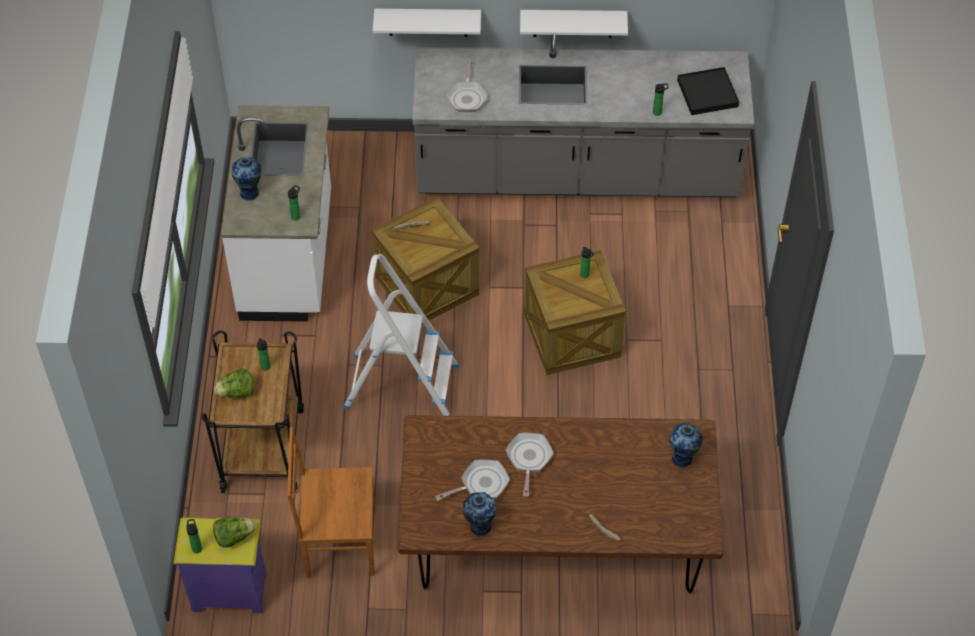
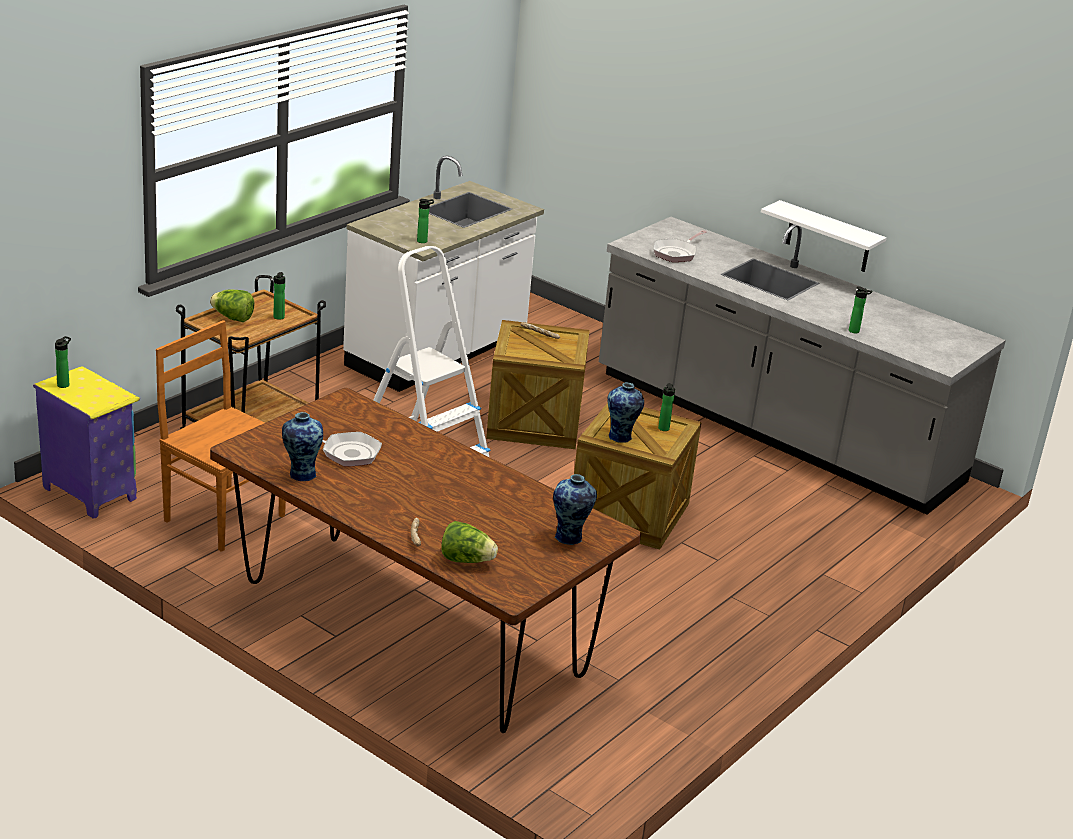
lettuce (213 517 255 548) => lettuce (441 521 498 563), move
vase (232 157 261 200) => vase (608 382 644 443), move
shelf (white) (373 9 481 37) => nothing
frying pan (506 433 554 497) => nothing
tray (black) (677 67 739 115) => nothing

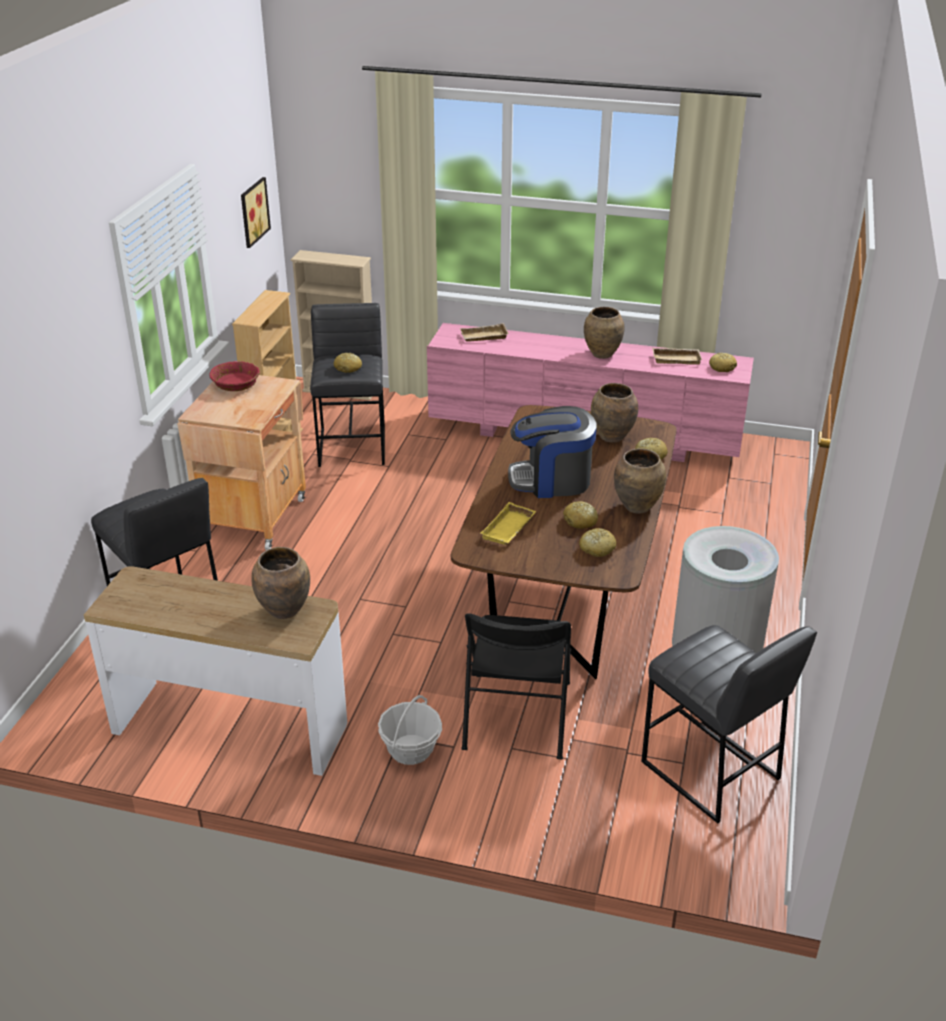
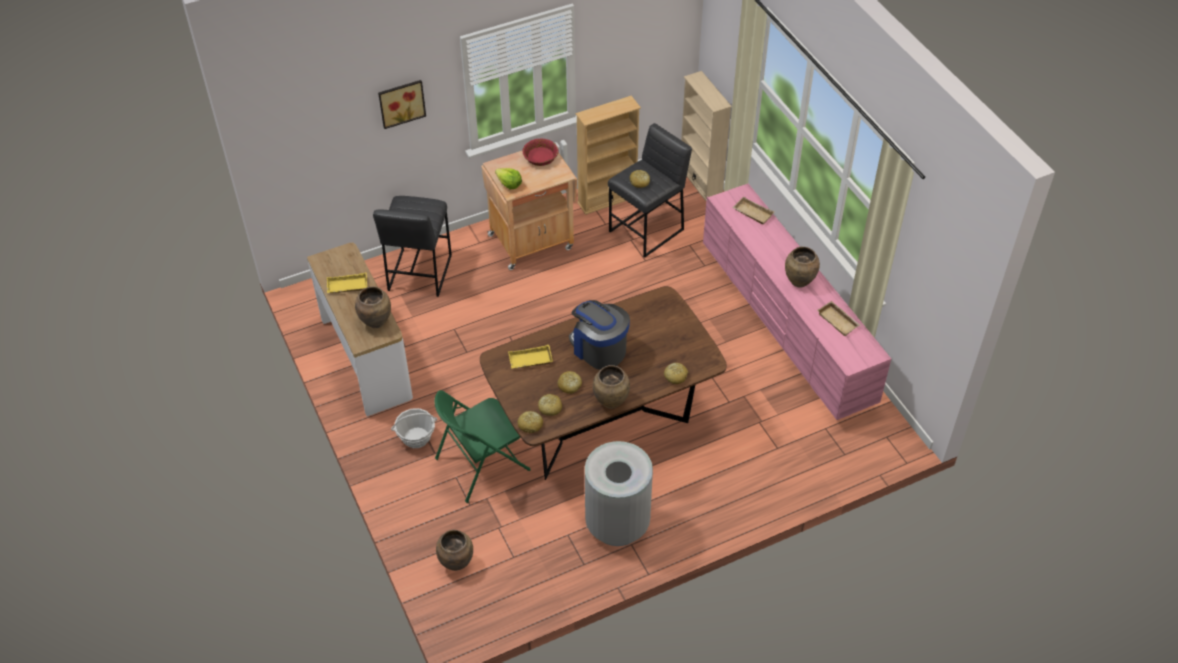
picture (241 177 271 248) => picture (378 80 426 129), move
chair (black) (461 613 571 759) => chair (green) (435 390 531 504)
vase (brown) (591 383 638 442) => vase (brown) (436 530 473 571), move
stool (grey) (641 625 817 823) => nothing
bread (709 353 737 372) => bread (517 411 543 433), move
nothing => tray (yellow) (327 272 367 293)
nothing => lettuce (495 168 522 189)

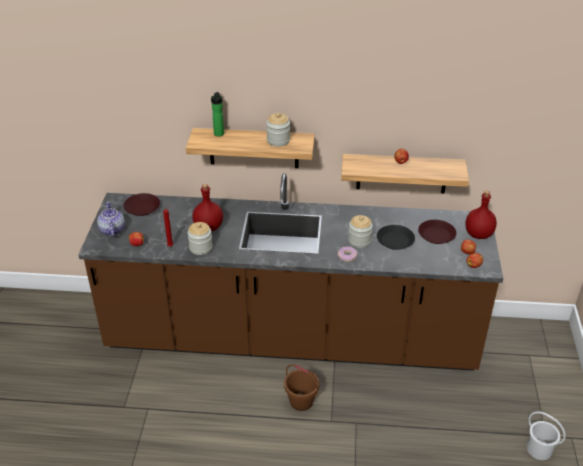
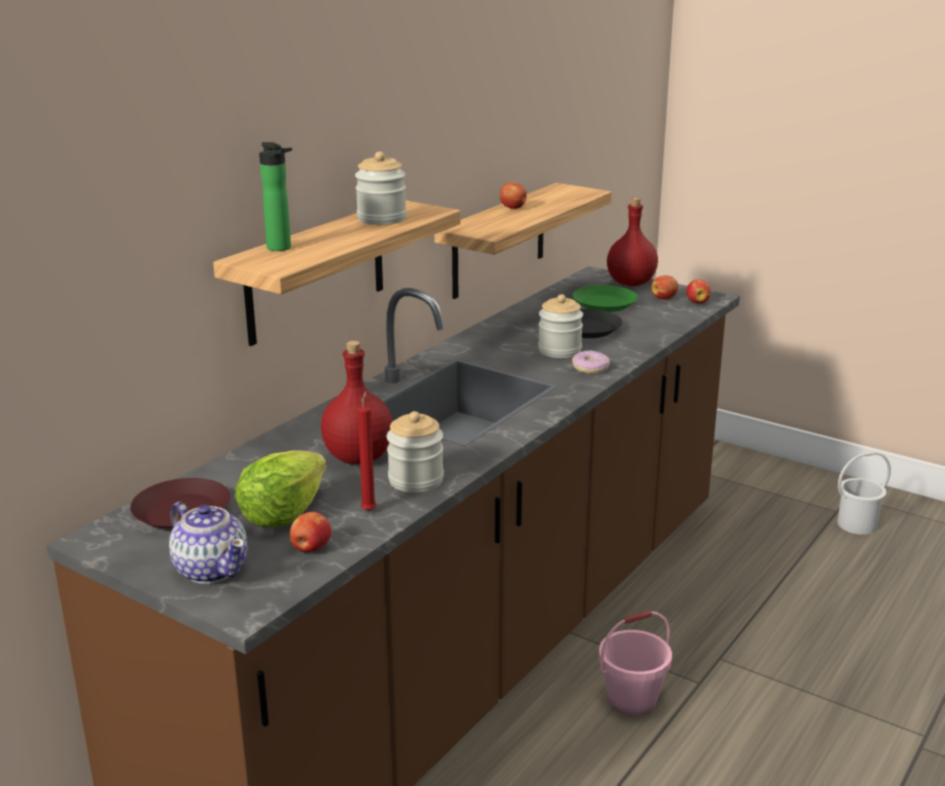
teapot (97 202 125 237) => teapot (169 502 248 584), 150 degrees counterclockwise
bucket (brown) (284 364 319 411) => bucket (pink) (599 611 672 716)
plate (brown) (418 220 457 244) => plate (green) (572 285 638 312)
nothing => lettuce (235 450 327 527)

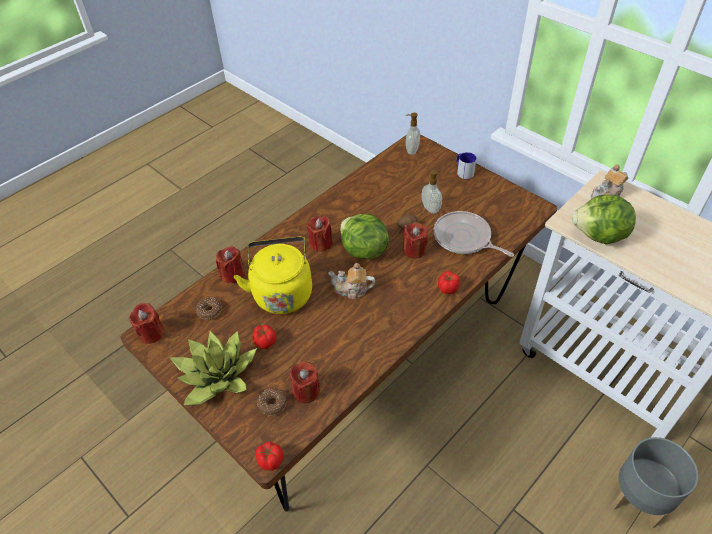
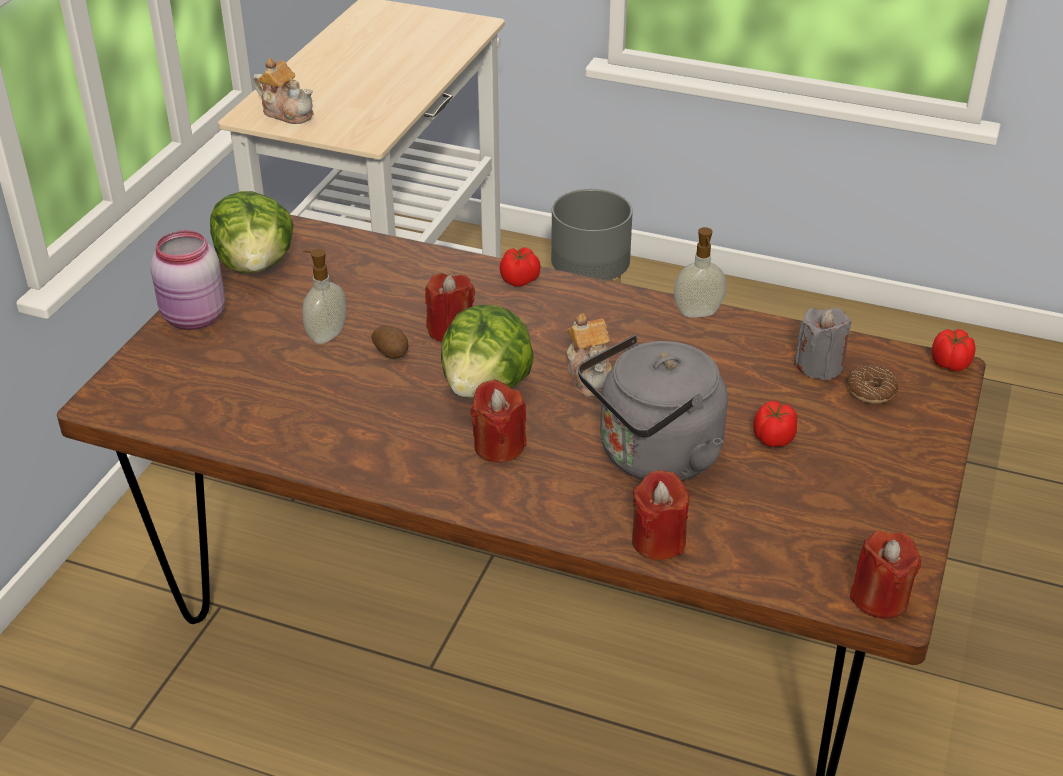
potted plant (169 331 257 406) => nothing
donut (195 298 222 320) => nothing
kettle (yellow) (234 237 312 314) => kettle (grey) (578 335 728 481)
candle (red) (289 361 320 403) => candle (grey) (794 308 851 381)
soap dispenser (406 113 420 155) => soap dispenser (674 227 727 318), move
frying pan (434 211 514 257) => nothing
mug (456 152 476 179) => jar (pink) (150 230 225 330)
lettuce (572 195 636 244) => lettuce (210 191 294 273), move

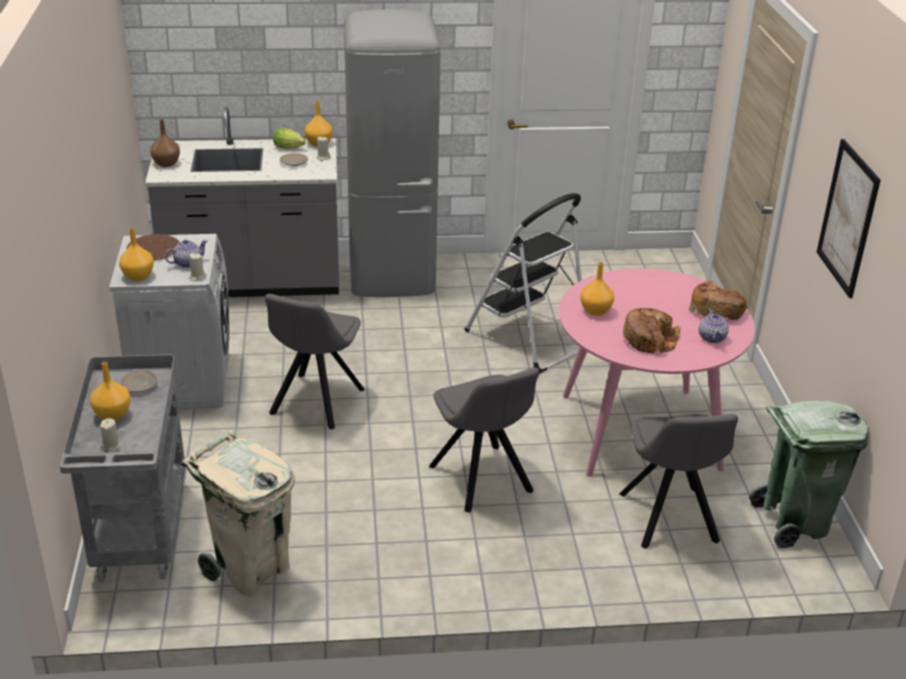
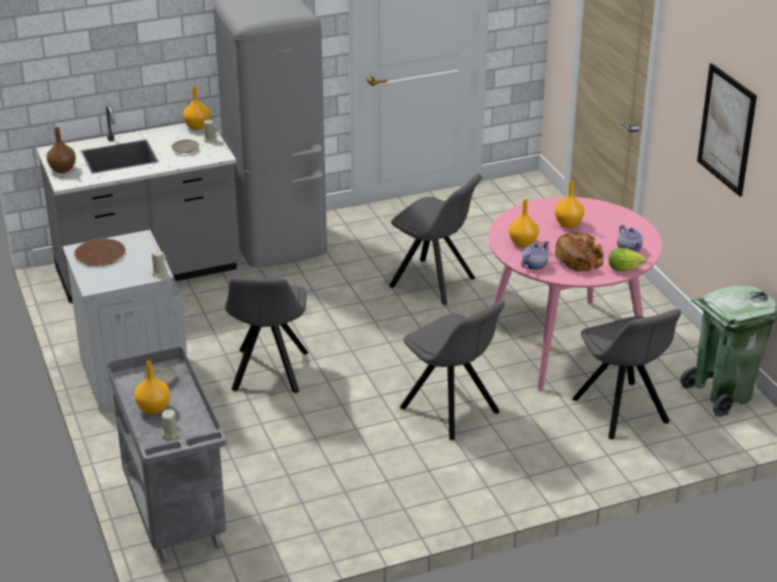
vase (orange) (119 228 154 281) => vase (orange) (555 181 585 228), move
teapot (165 240 207 268) => teapot (521 241 549 270), move
trash can (beige) (181 430 295 597) => nothing
lettuce (273 128 306 149) => lettuce (609 248 646 271), move
step ladder (464 193 582 374) => chair (grey) (389 174 482 305)
bread (689 281 747 322) => nothing

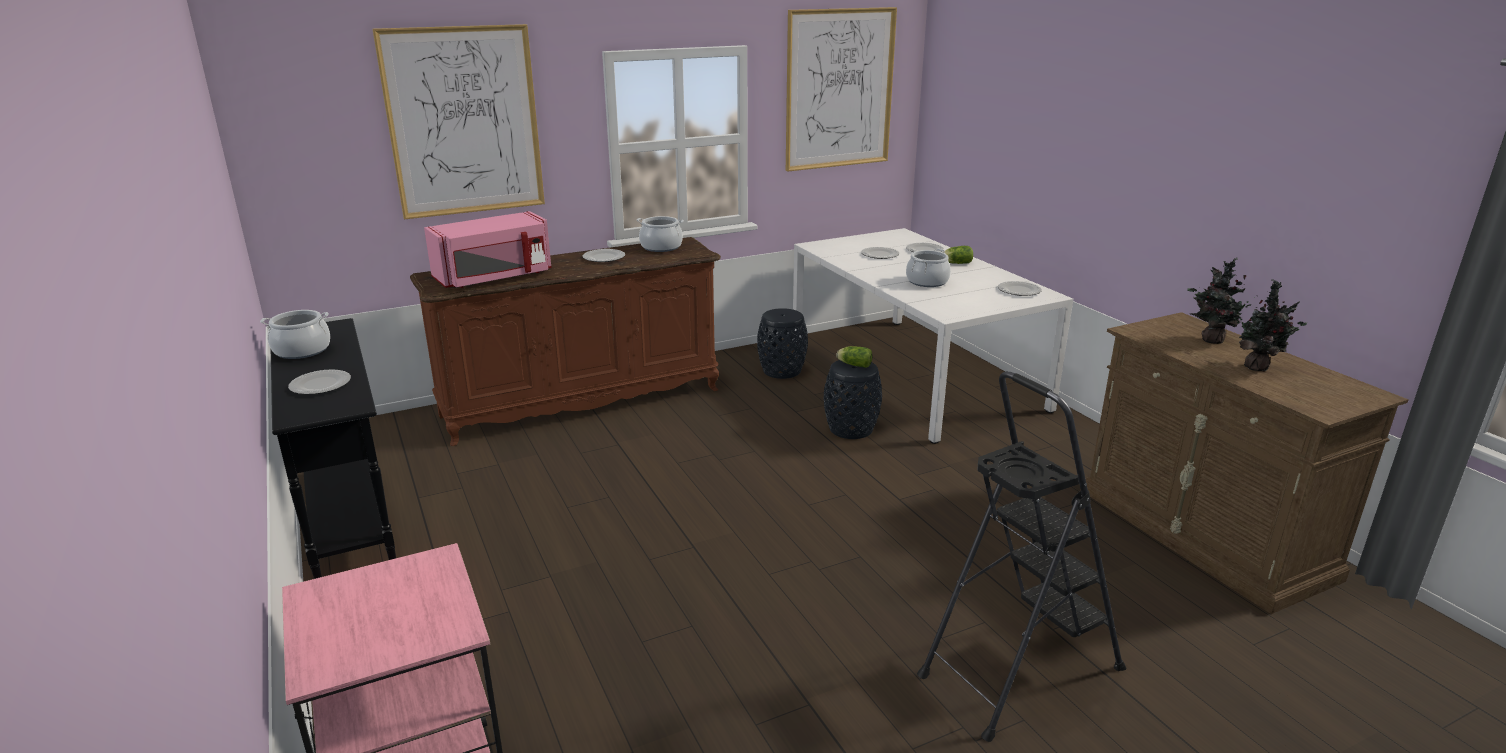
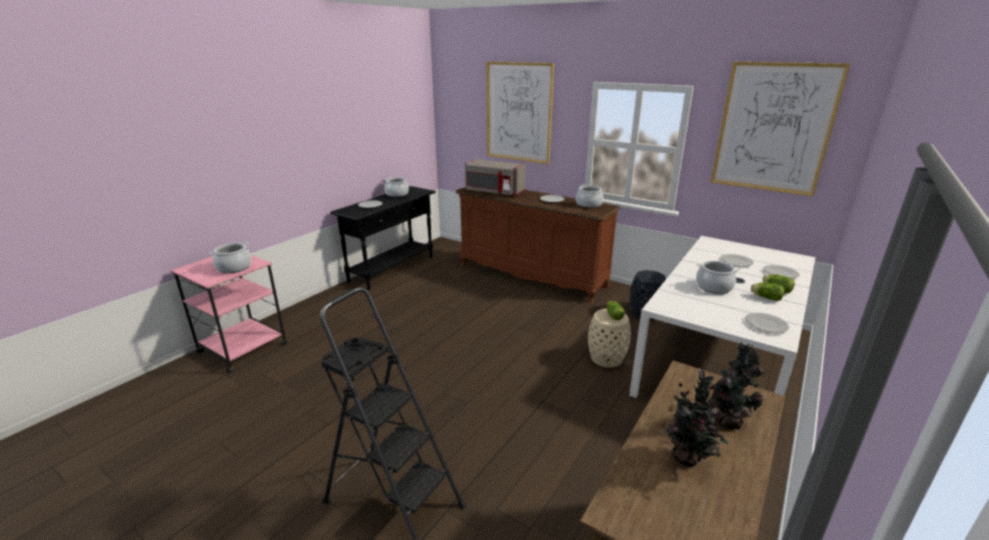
microwave (pink) (424 211 552 288) => microwave (grey) (465 159 526 196)
stool (black) (824 360 882 439) => stool (beige) (588 309 631 368)
nothing => cooking pot (209 242 252 273)
nothing => lettuce (751 282 784 301)

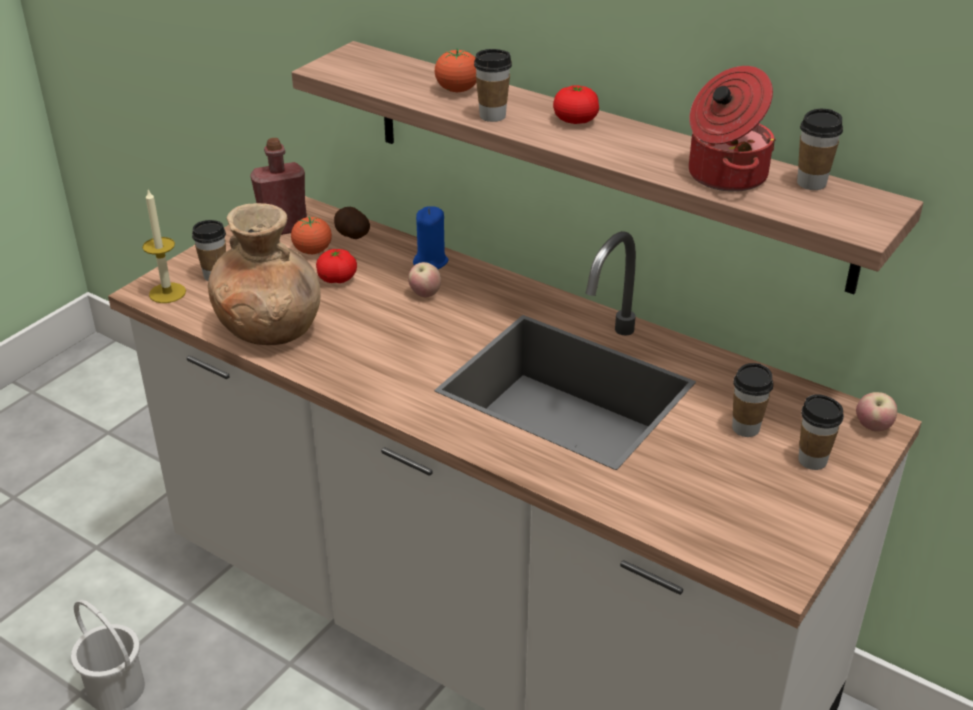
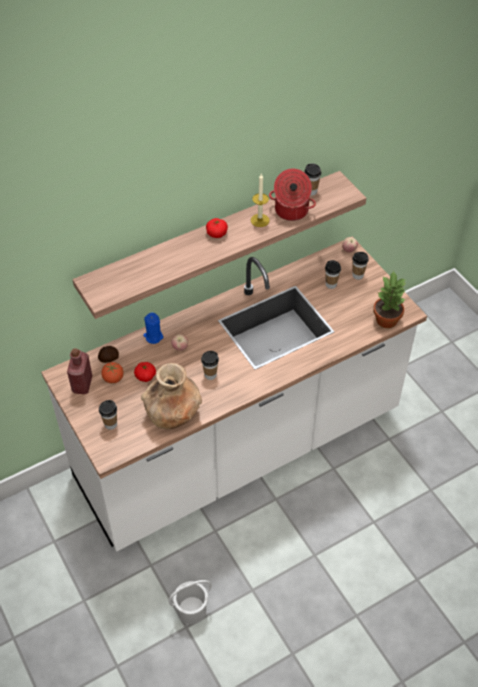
candle (142 188 186 303) => candle (251 174 269 227), move
tomato (435 48 476 92) => nothing
cup (474 49 512 122) => cup (201 351 219 380), move
nothing => potted plant (373 271 407 328)

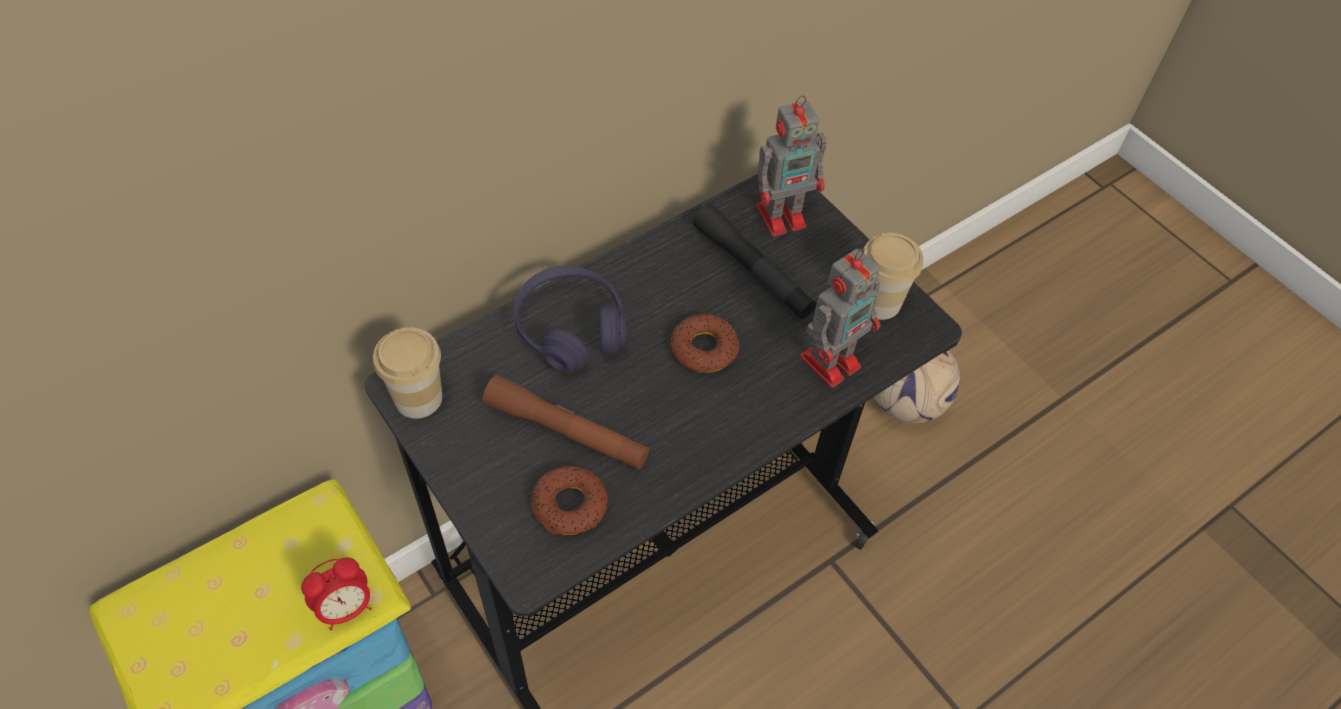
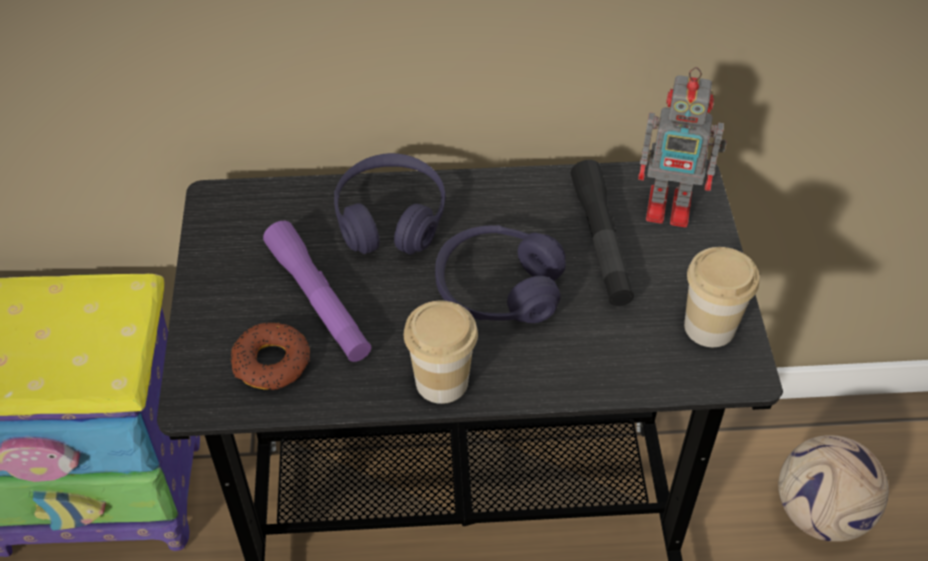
alarm clock (301 558 372 631) => nothing
cup (373 327 442 418) => cup (403 301 478 404), move
flashlight (brown) (483 374 649 470) => flashlight (purple) (263 221 371 362)
donut (670 313 739 373) => headphones (purple) (435 225 566 323)
toy robot (800 249 880 388) => nothing

